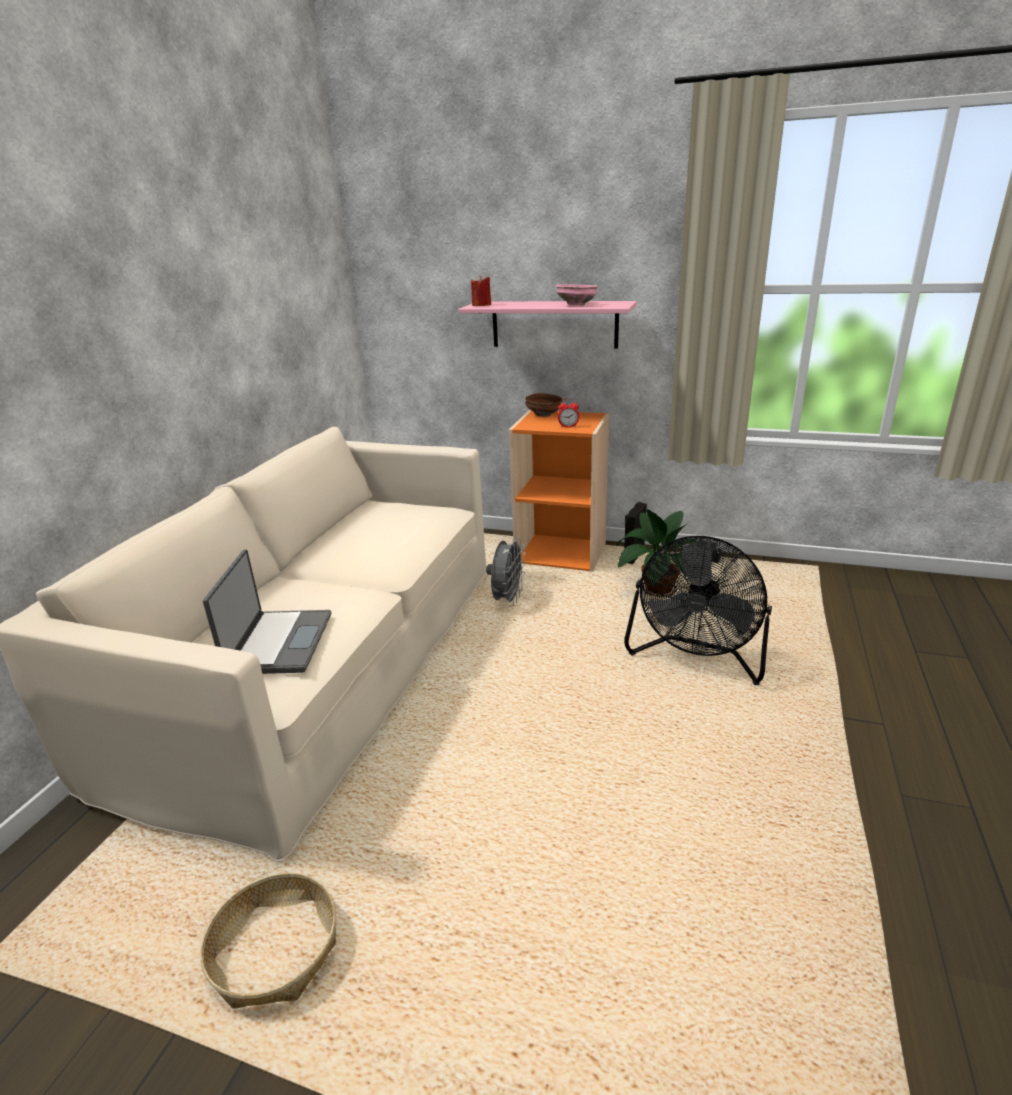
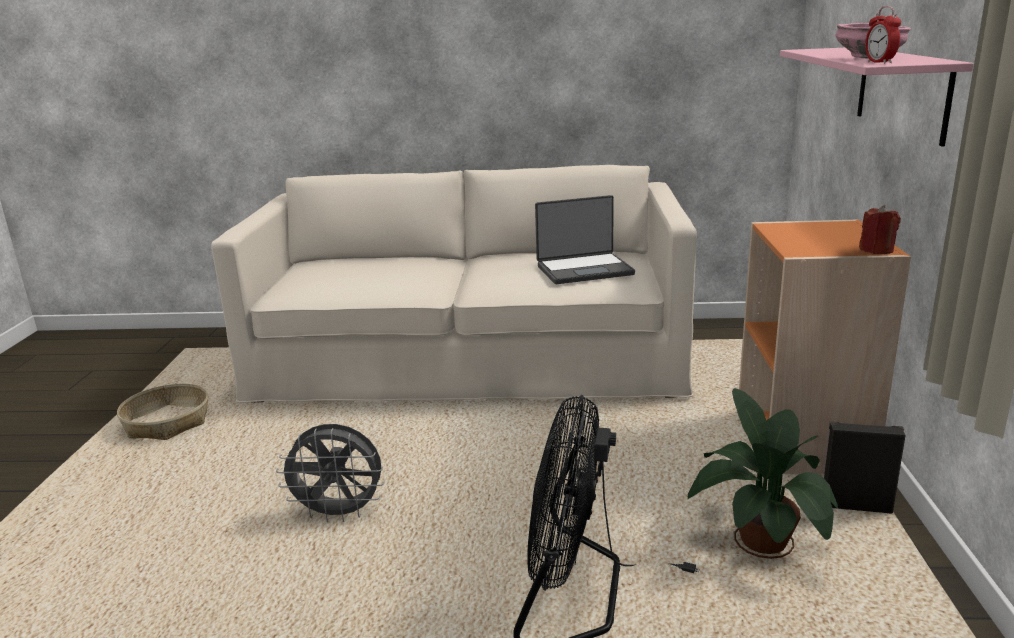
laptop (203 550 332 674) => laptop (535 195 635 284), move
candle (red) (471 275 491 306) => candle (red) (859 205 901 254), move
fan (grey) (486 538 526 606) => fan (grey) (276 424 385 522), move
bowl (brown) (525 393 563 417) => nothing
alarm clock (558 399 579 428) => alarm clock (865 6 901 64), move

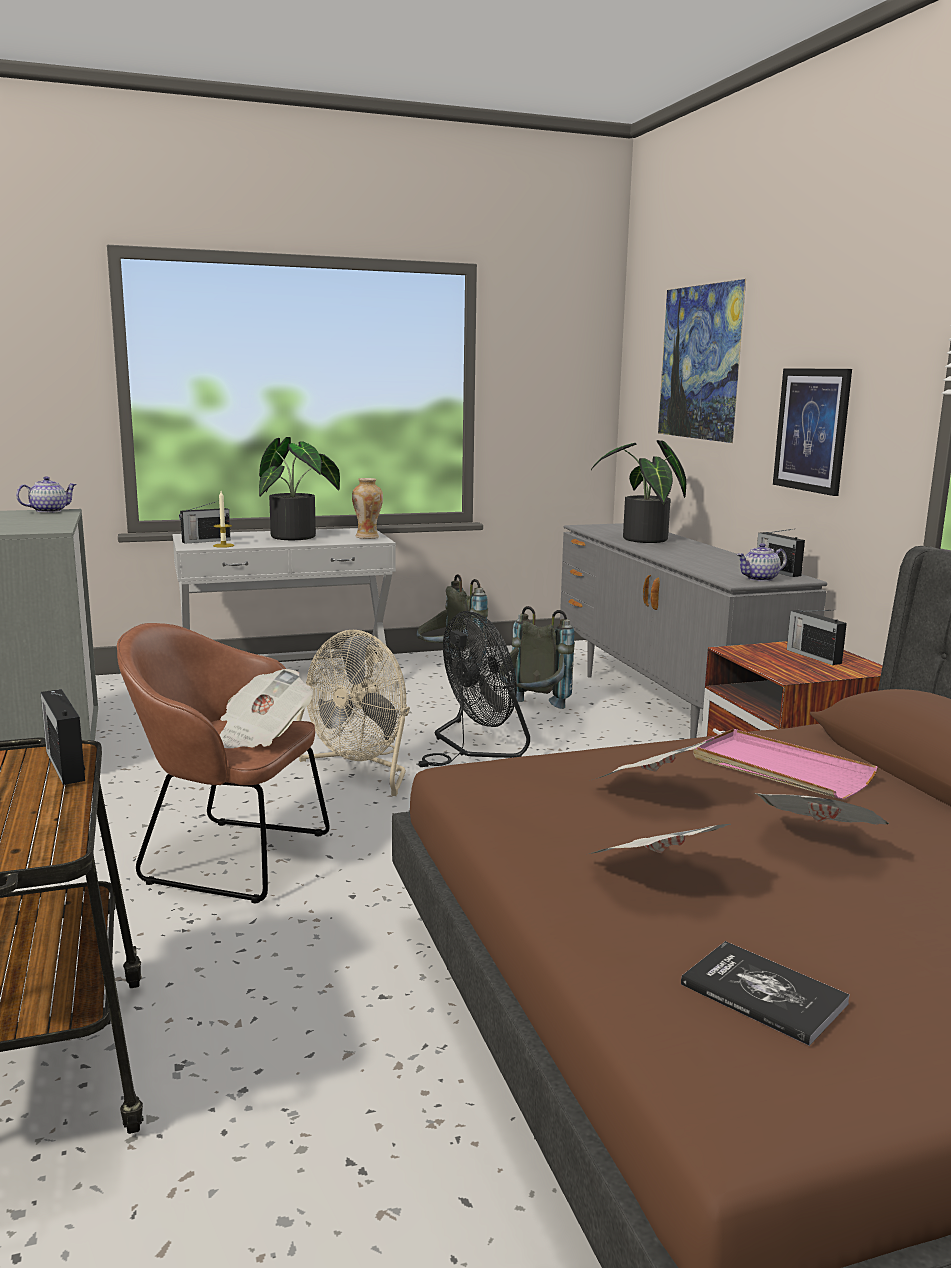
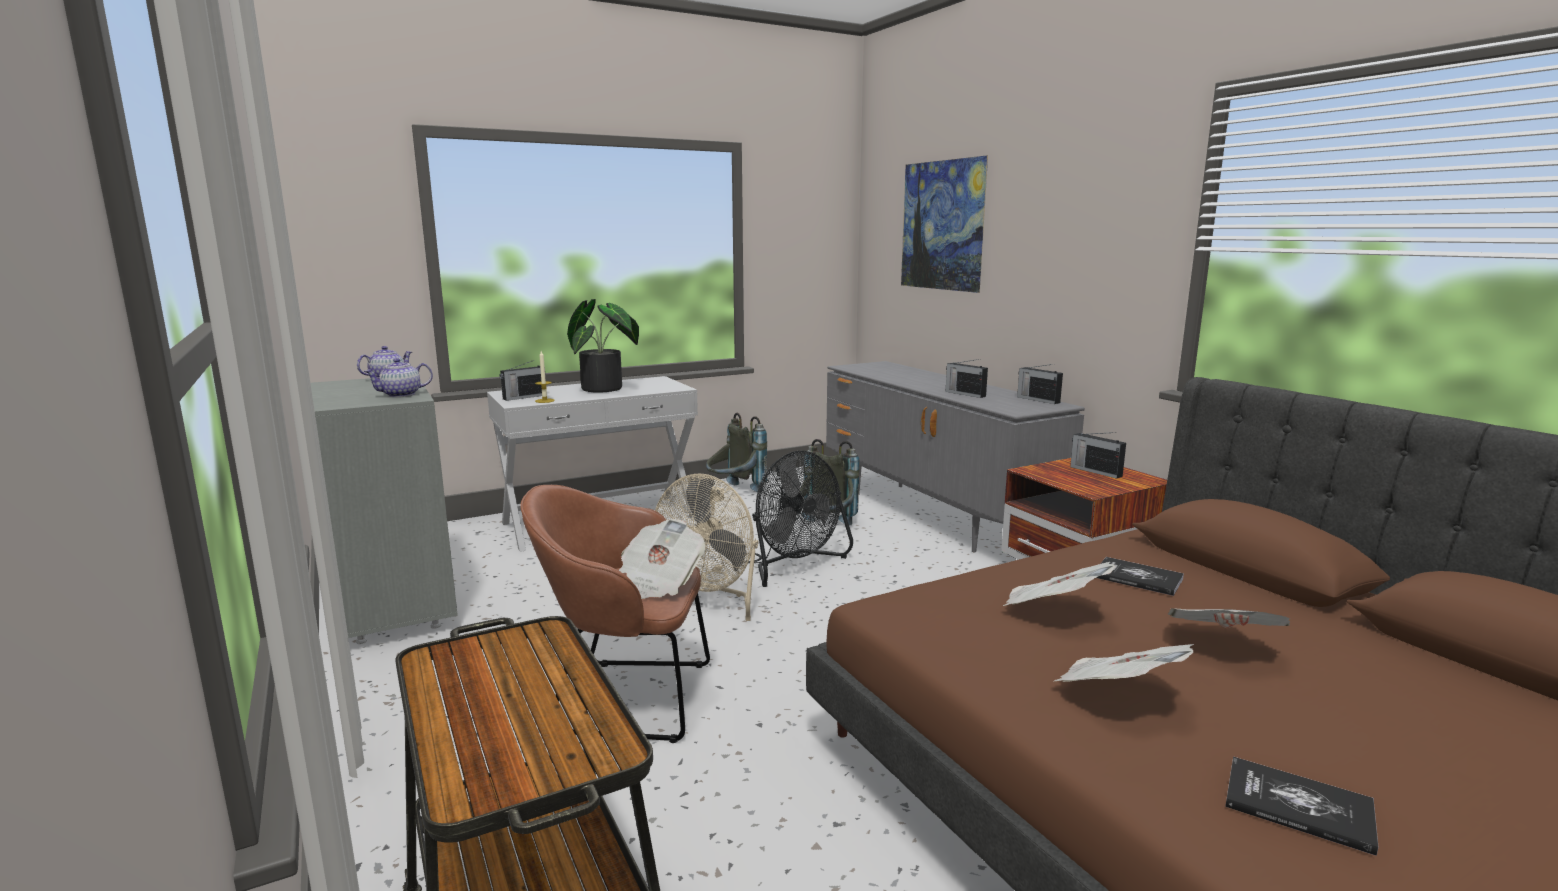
radio (40 689 85 785) => radio (946 359 988 398), move
vase (352 478 383 539) => nothing
fan (black) (416 611 530 767) => fan (black) (744 451 853 587), 90 degrees clockwise
potted plant (591 440 687 543) => nothing
tray (pink) (693 729 878 800) => book (1097 557 1184 596)
teapot (736 543 787 581) => teapot (364 358 433 397), move
picture (773 368 852 496) => nothing

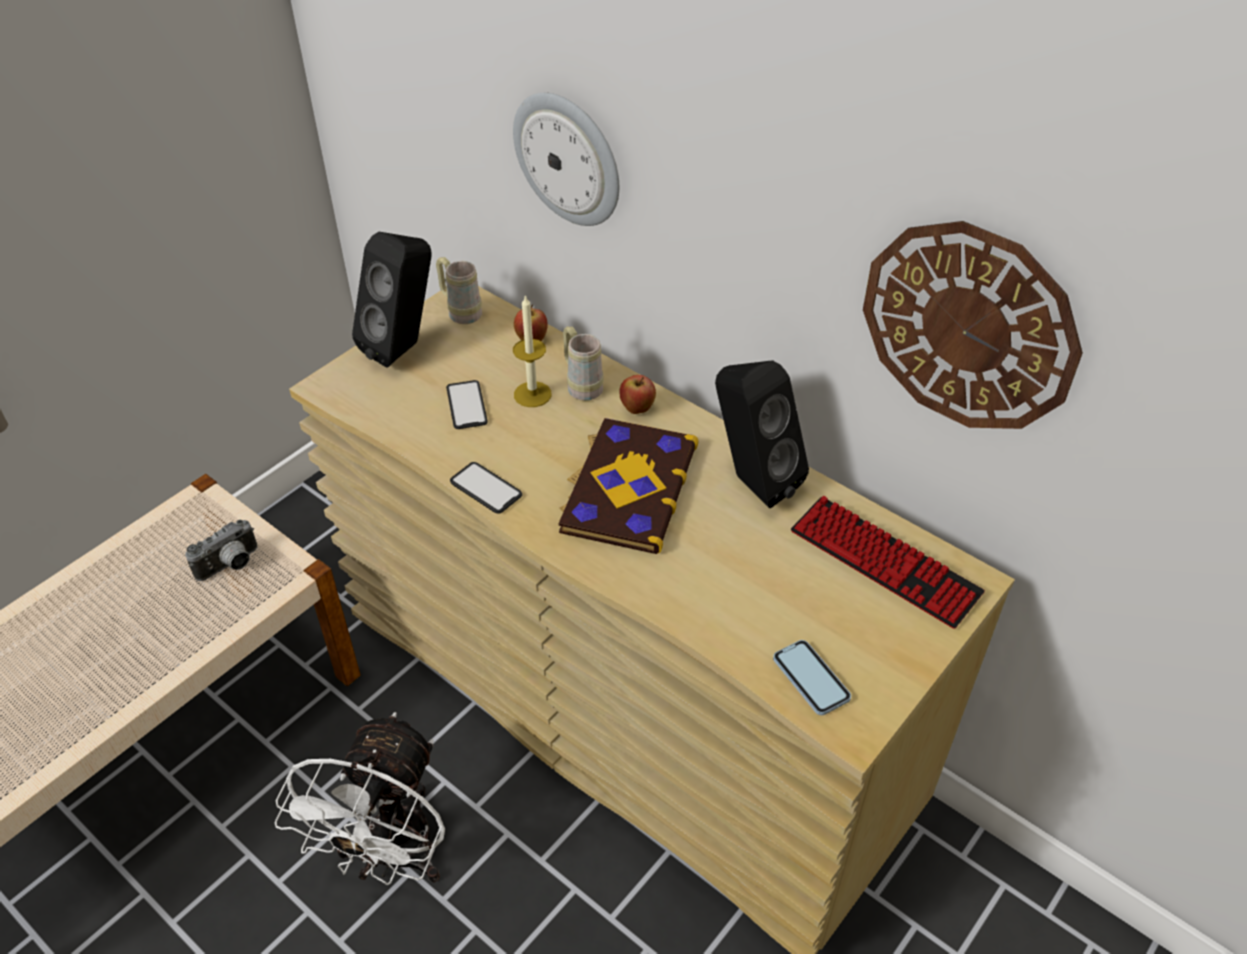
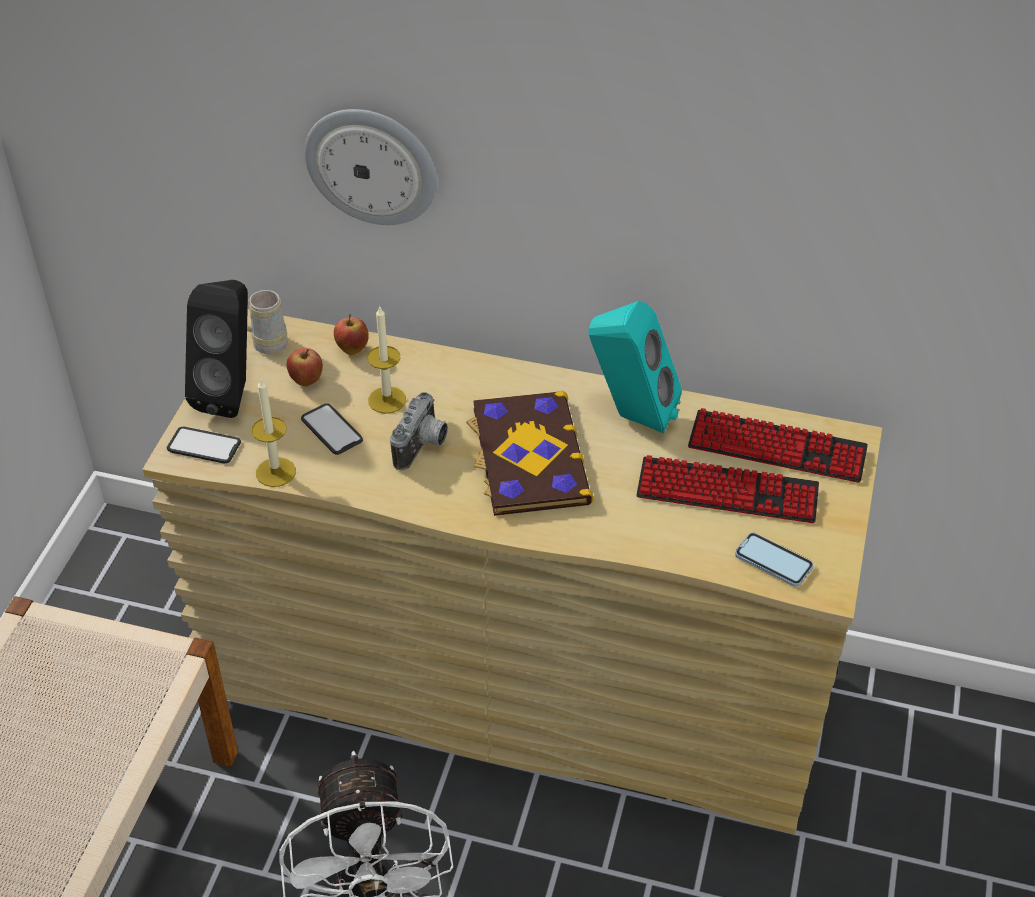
photo camera (185 520 257 581) => photo camera (390 392 448 471), move
phone (450 462 522 514) => phone (167 427 241 463), move
mug (beige) (563 326 604 401) => nothing
apple (619 375 656 414) => apple (286 348 323 387), move
speaker (black) (715 360 809 508) => speaker (turquoise) (589 301 682 433)
wall clock (863 221 1083 429) => nothing
nothing => candle (252 379 296 487)
nothing => keyboard (636 455 819 523)

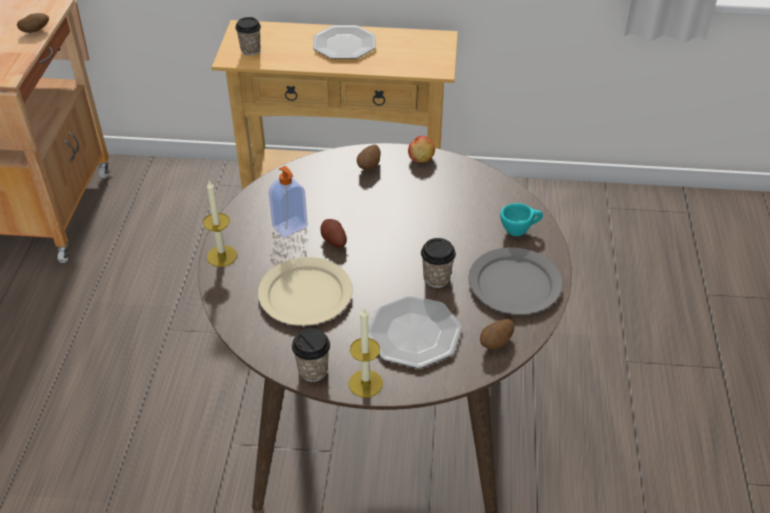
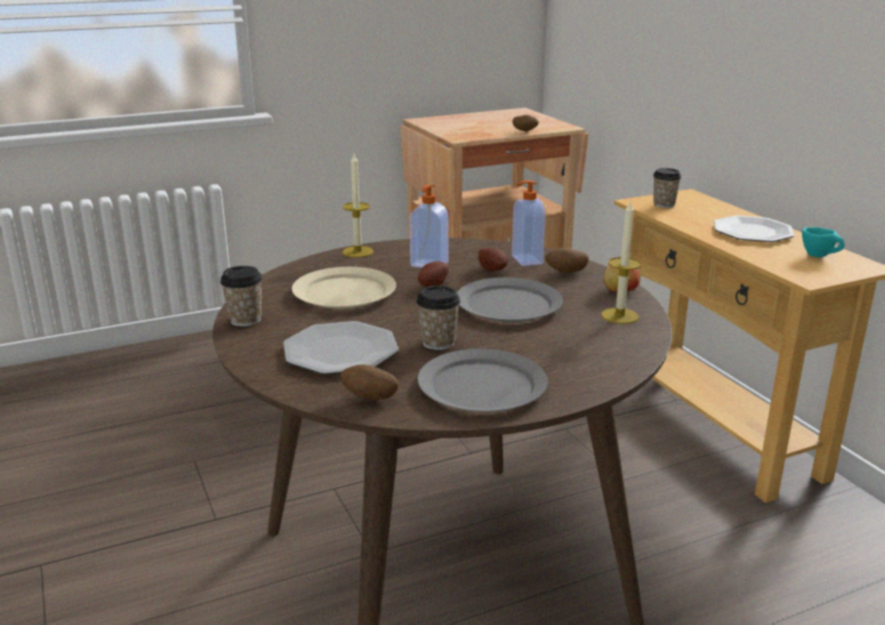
candle (349 308 383 397) => candle (601 200 641 324), move
cup (turquoise) (500 203 543 236) => cup (turquoise) (802 227 844 257), move
nothing => plate (grey) (457 277 563 322)
nothing => potato (478 248 508 271)
nothing => soap dispenser (512 180 546 266)

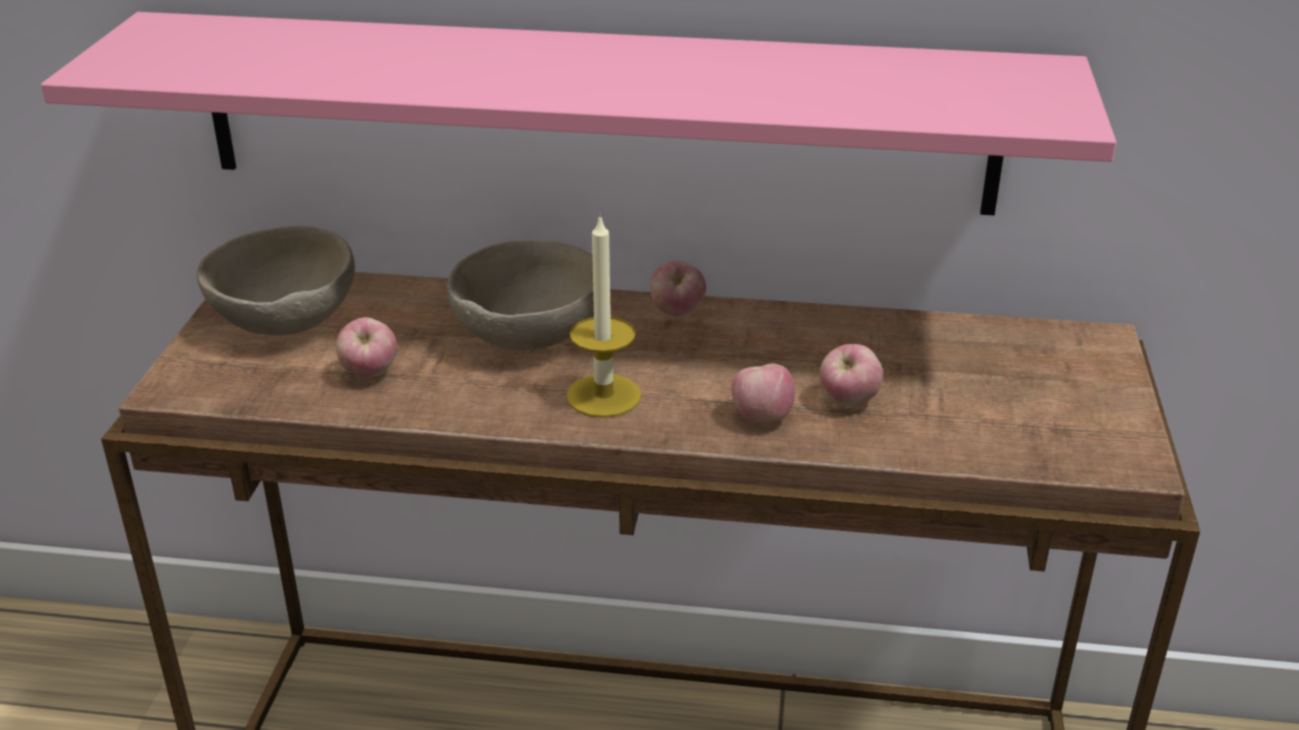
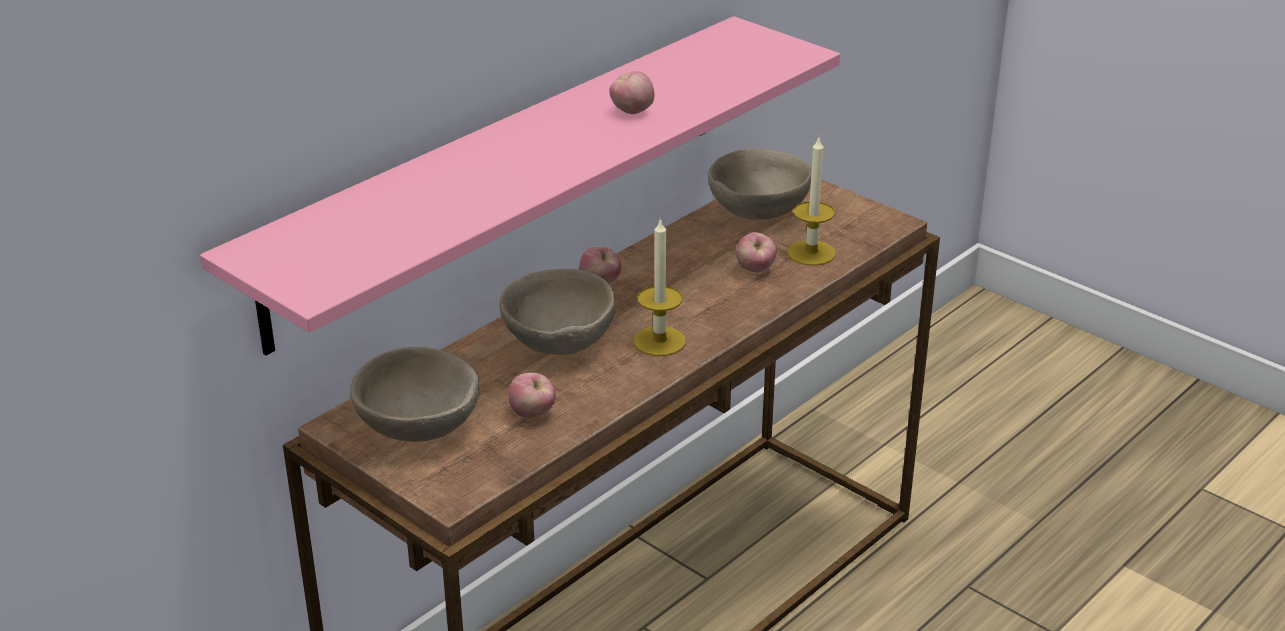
apple (731 364 795 423) => apple (609 71 654 114), move
nothing => bowl (beige) (708 148 811 221)
nothing => candle (787 138 836 266)

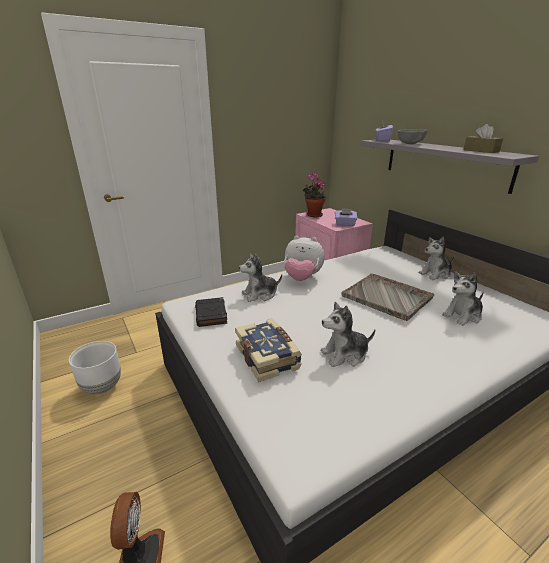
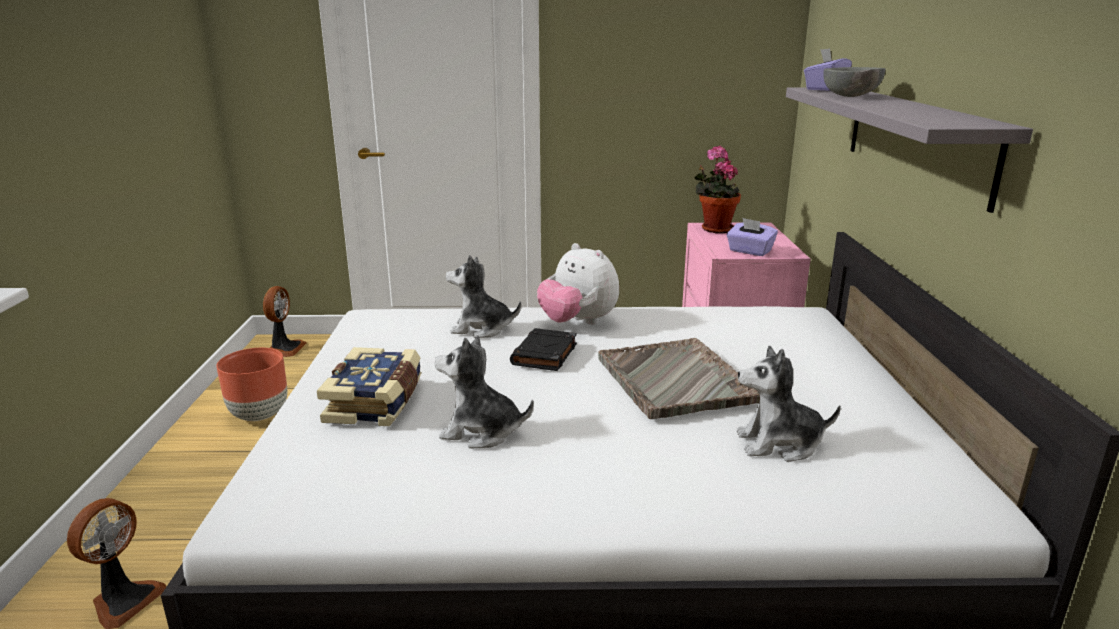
planter (white) (69 341 121 394) => planter (brown) (217 348 287 421)
book (black) (195 297 227 327) => book (black) (510 328 577 371), move
plush toy (419 237 454 280) => nothing
tissue box (brown) (463 124 503 153) => nothing
nothing => fan (263 286 307 357)

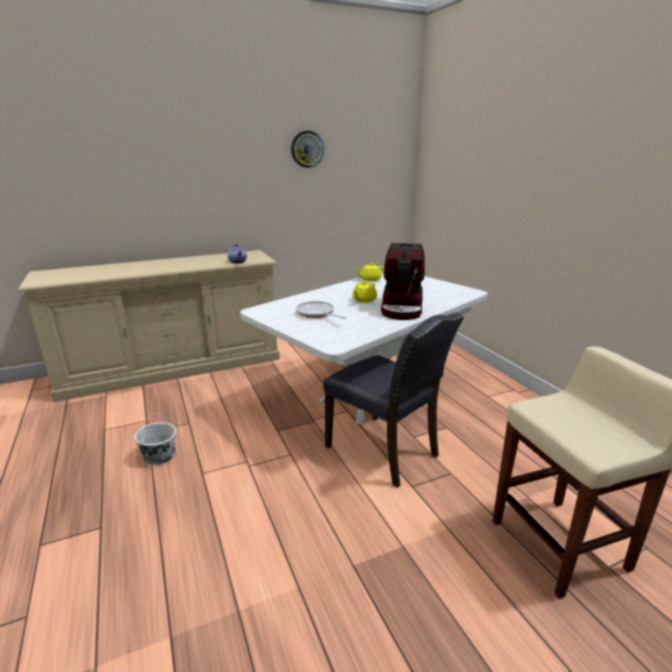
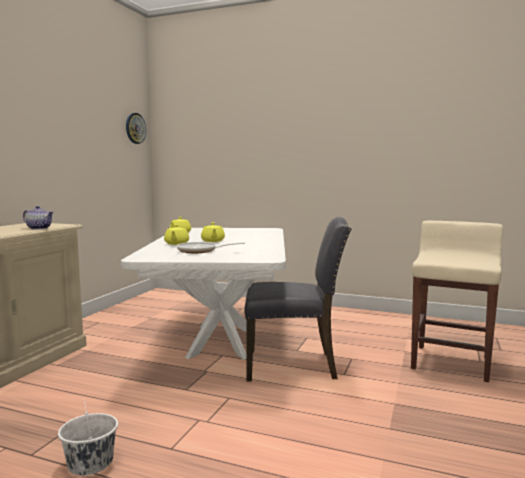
wall clock (291 131 324 168) => wall clock (126 113 146 144), move
coffee machine (381 243 425 320) => nothing
nothing => teapot (yellow) (164 224 189 245)

